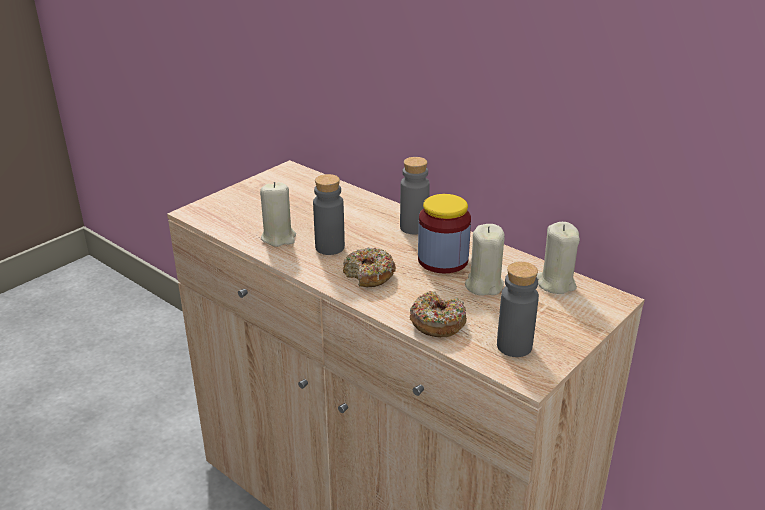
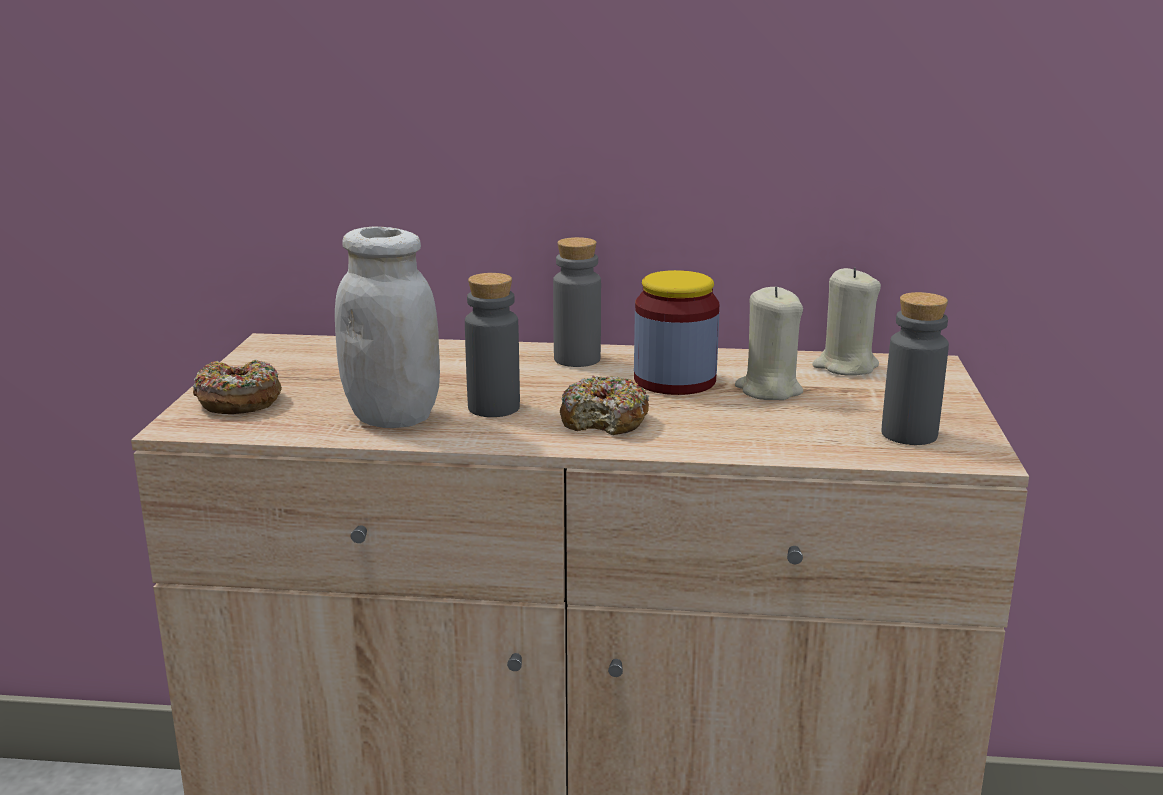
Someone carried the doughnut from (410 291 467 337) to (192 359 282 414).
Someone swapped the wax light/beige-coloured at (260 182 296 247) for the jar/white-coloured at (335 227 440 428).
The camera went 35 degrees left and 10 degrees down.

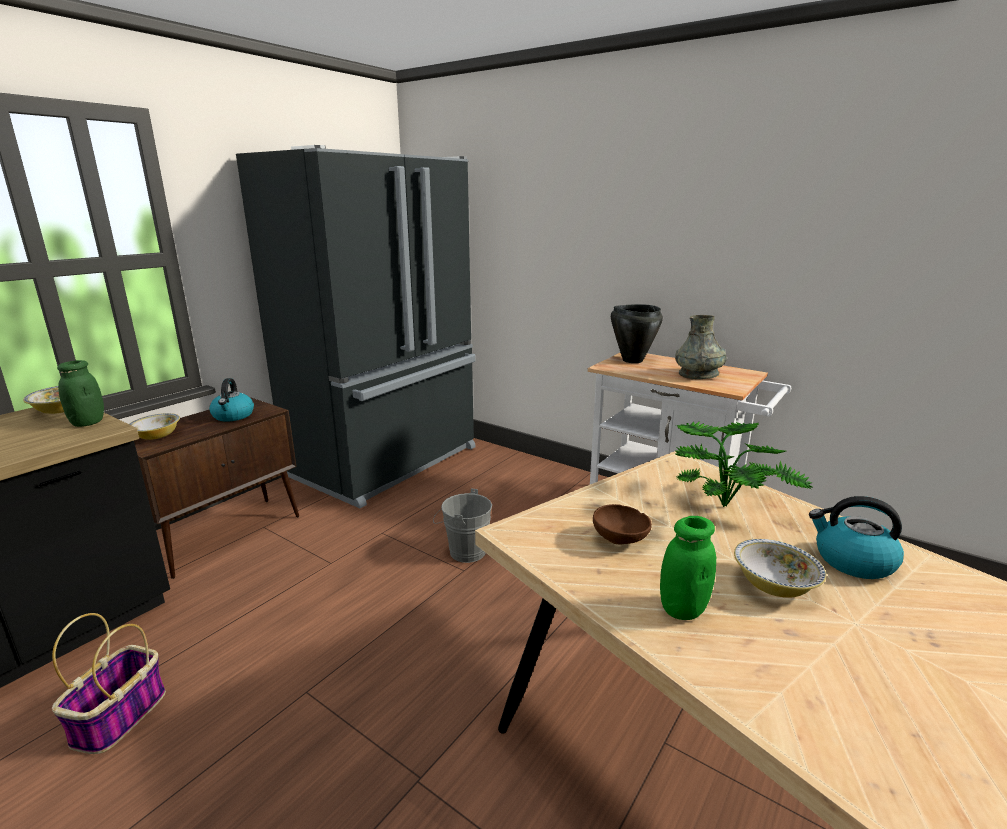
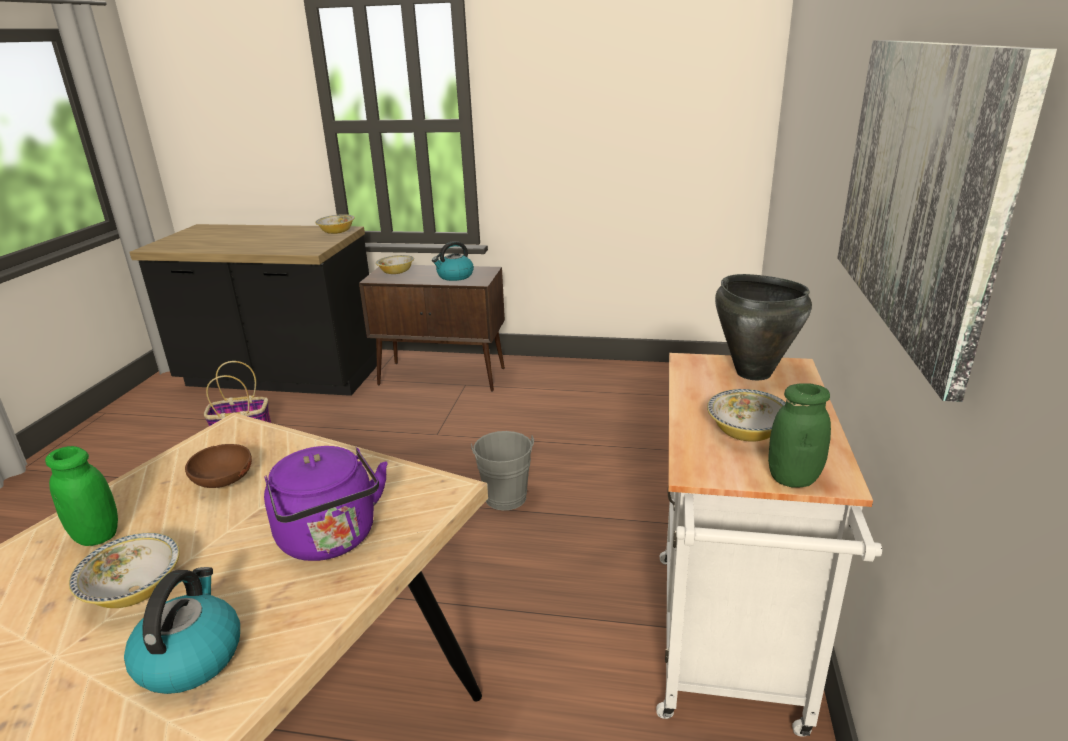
Someone swapped the plant in a pot at (674 422 812 507) for the water kettle/purple-coloured at (264 446 388 561).
Someone swapped the vase/greyish at (675 315 726 379) for the deep dish at (707 389 786 442).
Someone carried the jar/green-coloured from (57 360 104 427) to (768 383 831 488).
Someone put up the picture at (837 40 1057 402).
Someone took away the fridge/black-coloured at (236 145 476 508).
The camera went 65 degrees right and 5 degrees up.

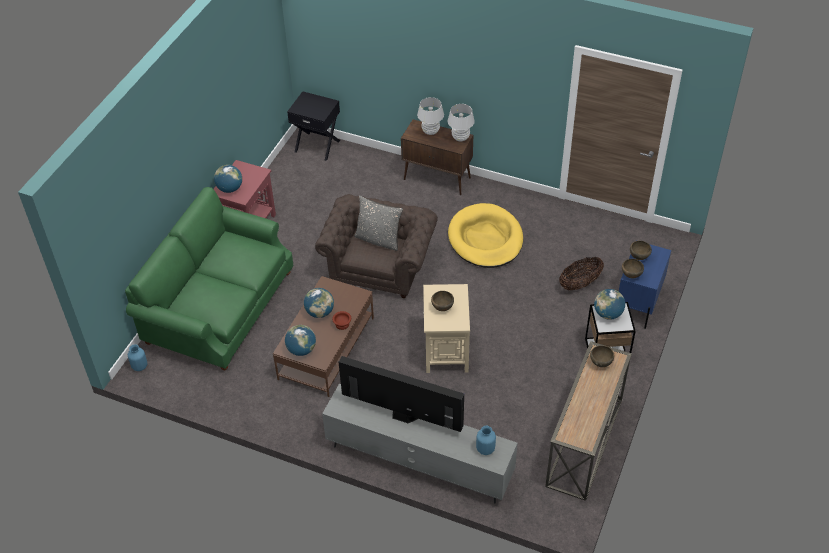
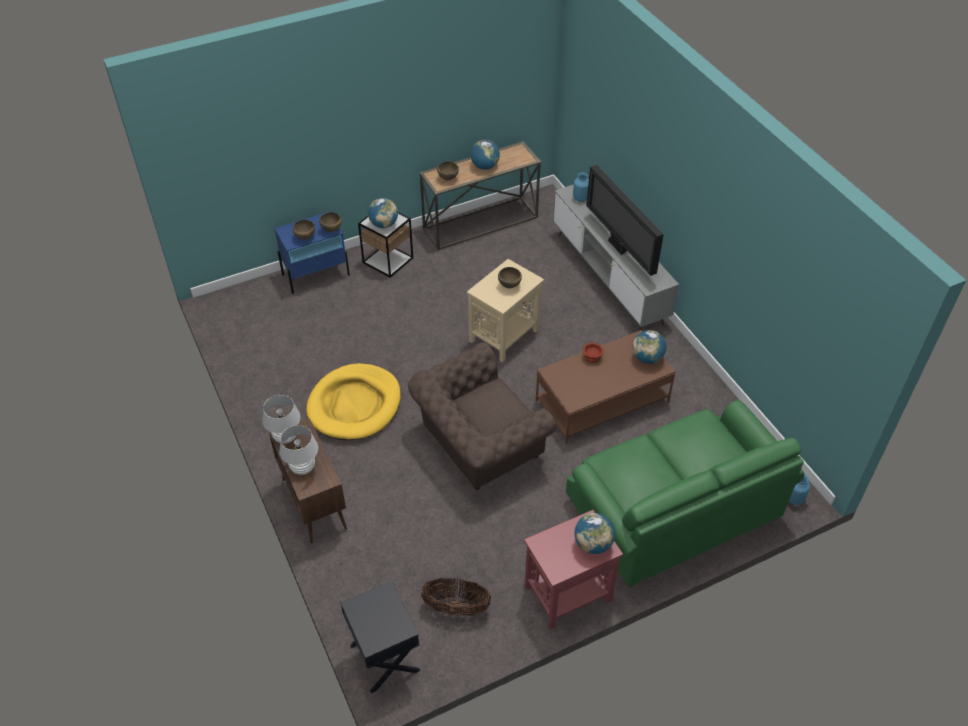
Someone carried the storage basket from (559 257 604 290) to (421 578 491 616).
Someone carried the globe from (304 288 334 318) to (471 140 500 169).
Someone took away the throw pillow/greyish at (355 195 403 251).
The camera went 140 degrees left and 0 degrees up.

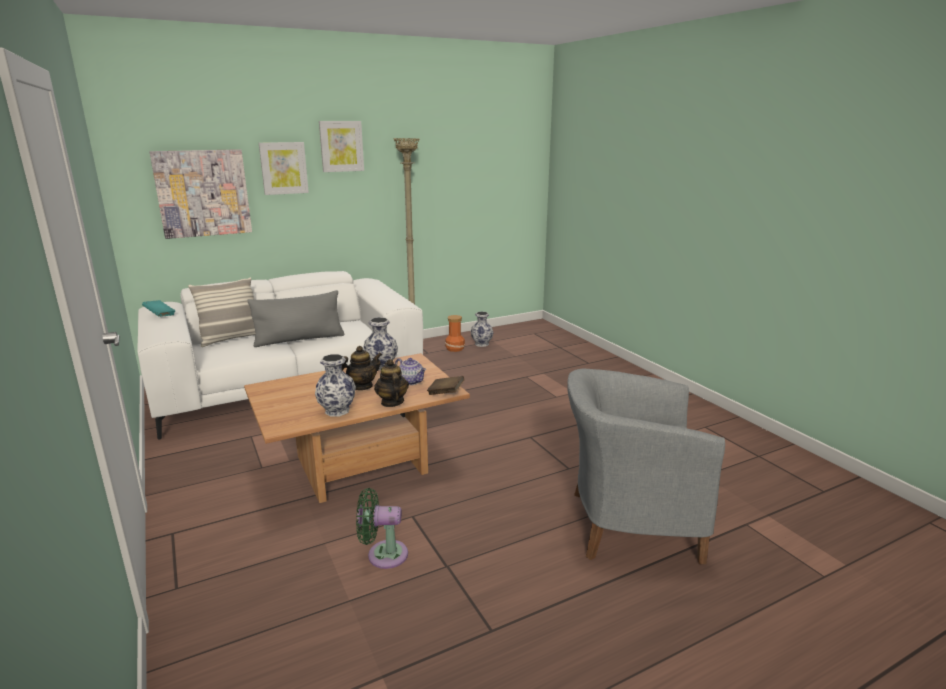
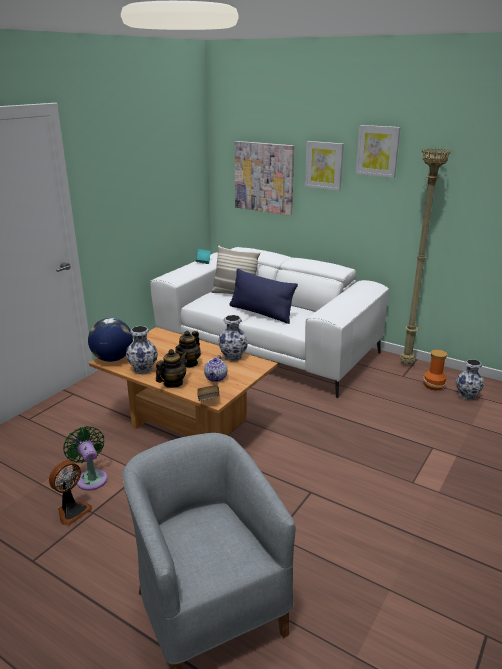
Someone put down the fan at (49 460 92 526).
Someone put down the globe at (88 318 133 362).
Someone rotated the teapot at (342 346 382 390) by 90 degrees clockwise.
Someone repainted the throw pillow/greyish at (247 290 344 347), which became the throw pillow/blue-coloured at (229 268 298 324).
The camera went 60 degrees right and 5 degrees up.

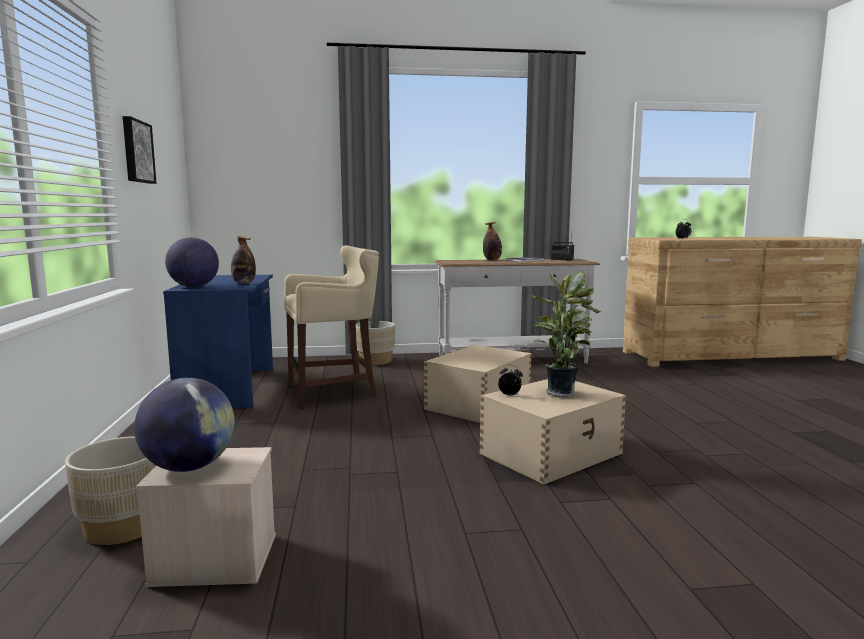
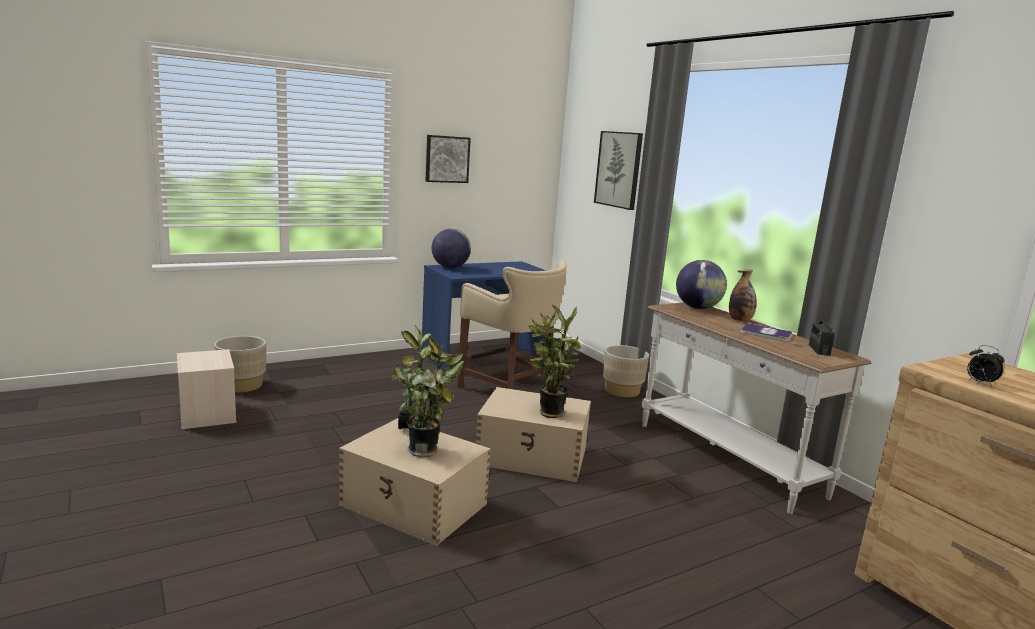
Someone put down the plant in a pot at (529 304 581 418).
Someone put up the picture at (594 131 643 210).
Someone carried the globe from (134 378 235 472) to (676 260 727 309).
Someone took away the drink bottle at (231 236 256 284).
The camera went 65 degrees right and 5 degrees up.

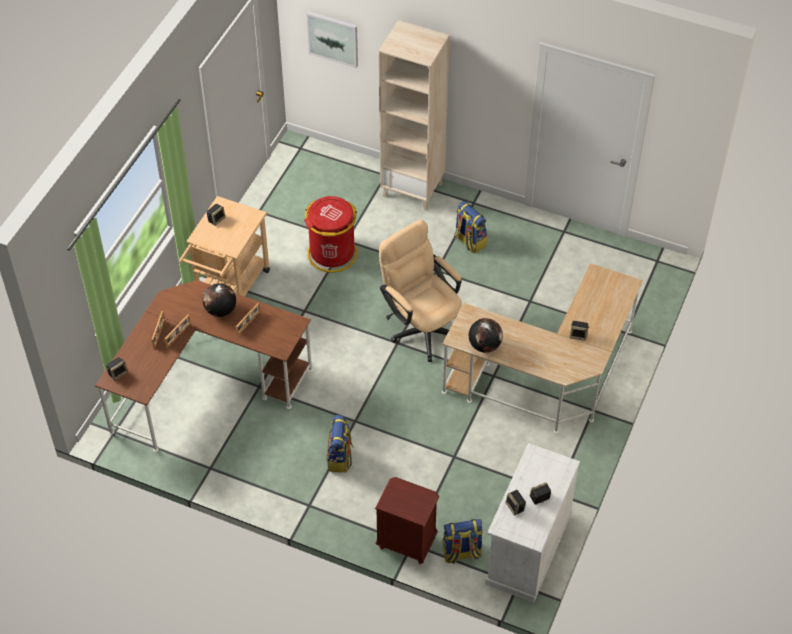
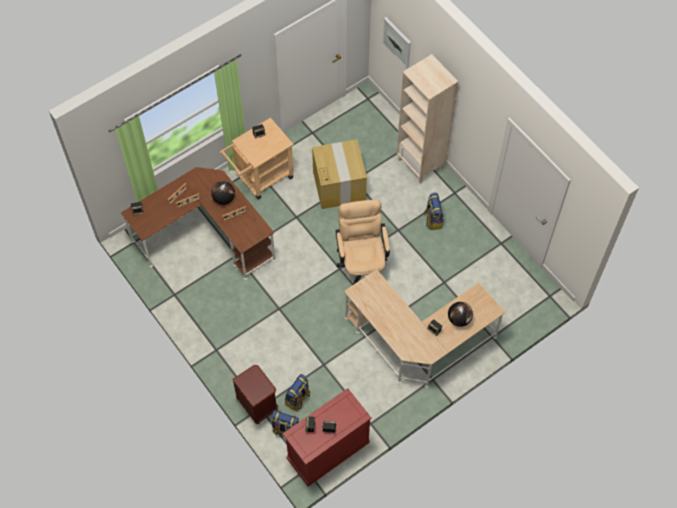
Someone repainted the cupboard/white-coloured at (485 443 580 603), which became the cupboard/reddish at (283 388 372 487).
Someone carried the backpack from (326 415 354 472) to (285 374 310 411).
Someone swapped the trash can/reddish at (304 196 357 273) for the packing box at (312 139 367 209).
Someone carried the globe from (469 318 503 353) to (448 302 473 327).
The camera went 30 degrees right and 10 degrees up.

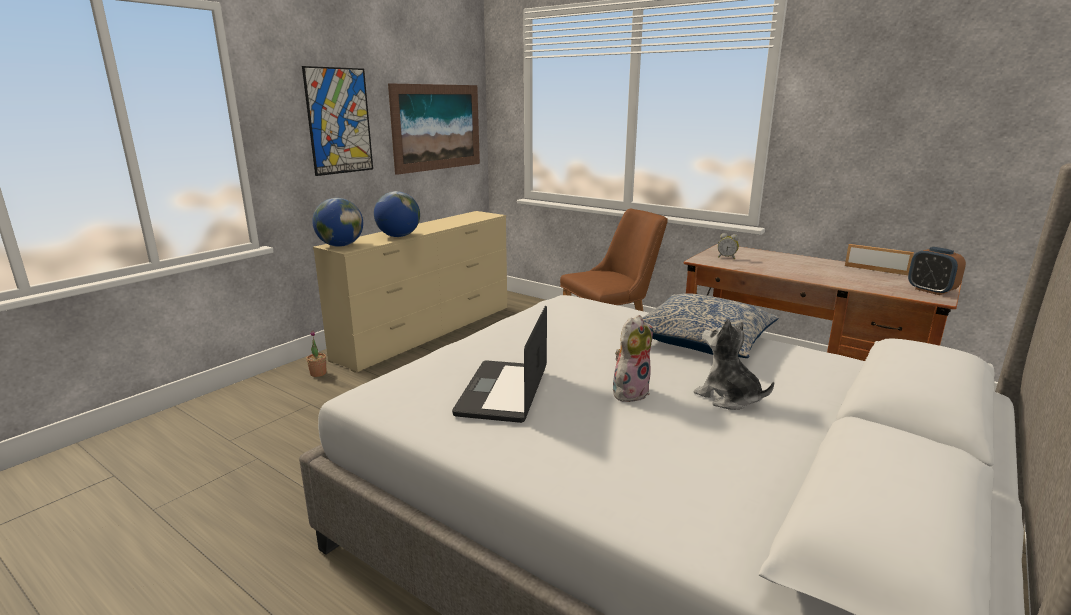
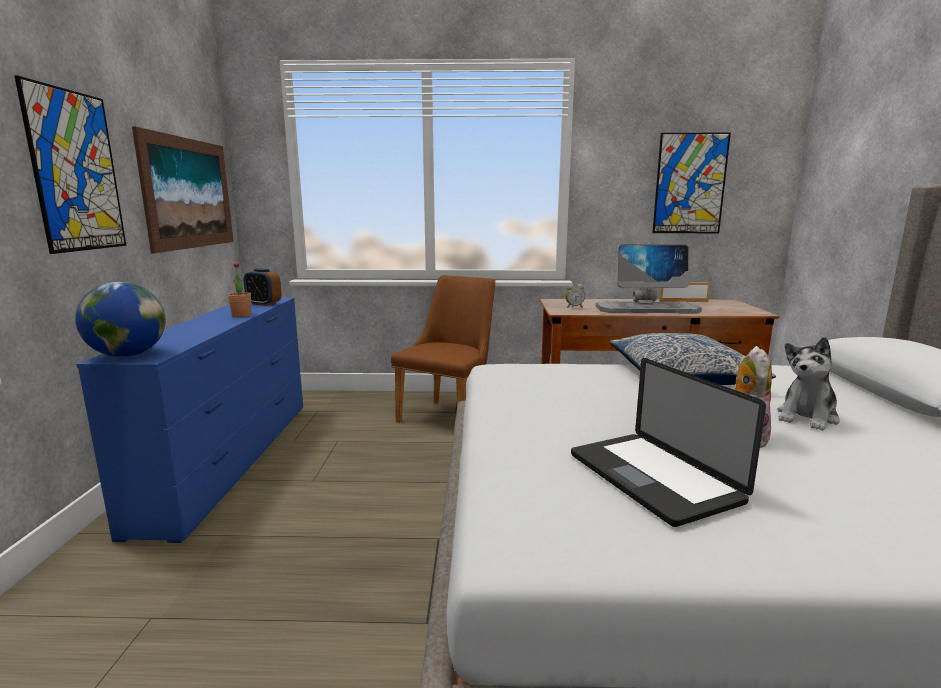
Someone repainted the chest of drawers/beige-coloured at (313 211 507 373), which became the chest of drawers/blue-coloured at (76 298 303 543).
Someone carried the plant in a pot from (306 331 327 377) to (228 261 251 317).
Someone carried the bedside clock from (908 247 966 295) to (244 268 282 306).
Someone put down the computer display at (596 245 702 314).
Someone put up the picture at (652 133 731 233).
Someone rotated the soft toy at (694 319 774 410) by 60 degrees counterclockwise.
Someone took away the globe at (374 191 420 237).
The camera went 35 degrees left and 5 degrees down.

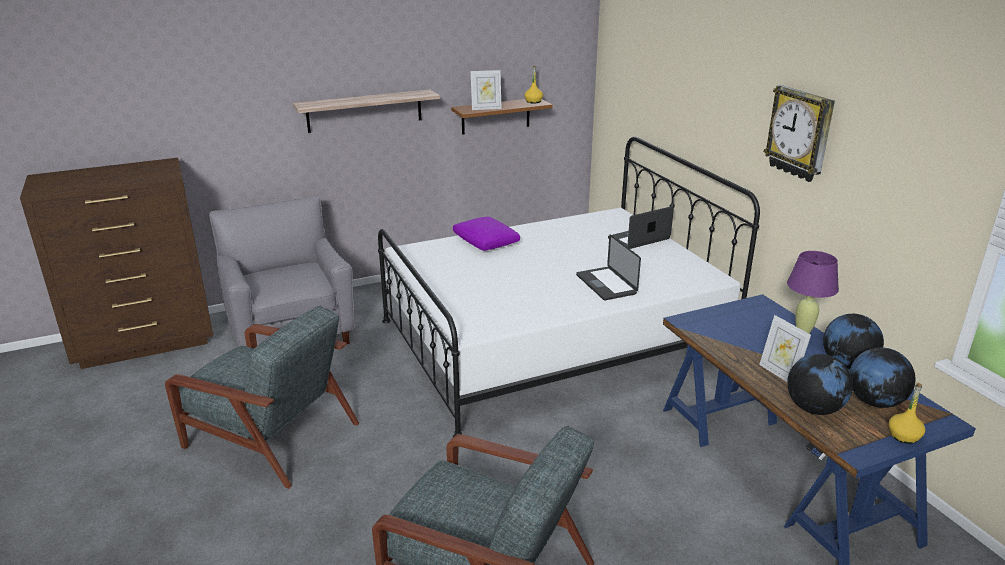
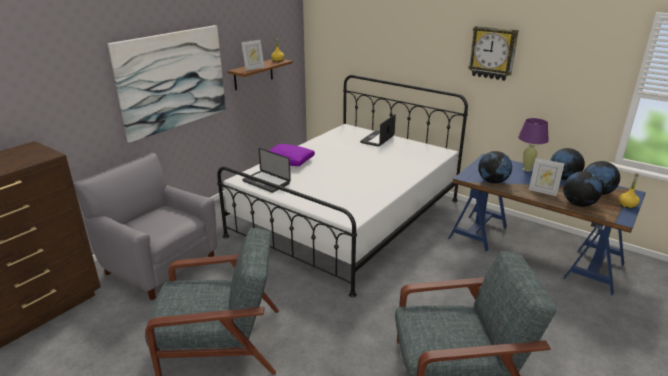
Someone swapped the bracket shelf at (293 90 440 133) for the picture at (108 25 226 143).
Someone carried the notebook computer from (576 234 641 300) to (242 148 291 193).
Someone put down the globe at (478 151 512 184).
The camera went 30 degrees left and 0 degrees up.

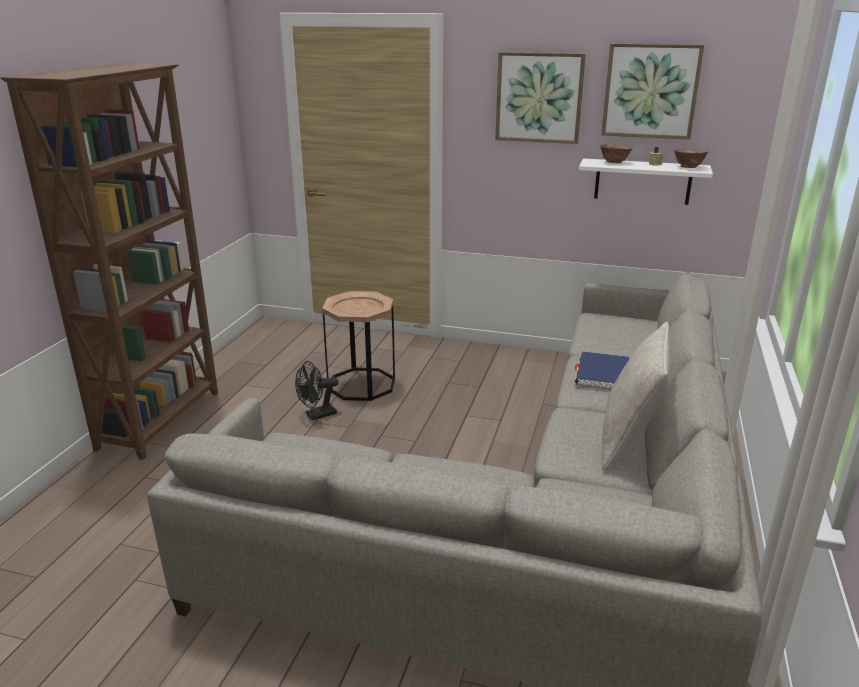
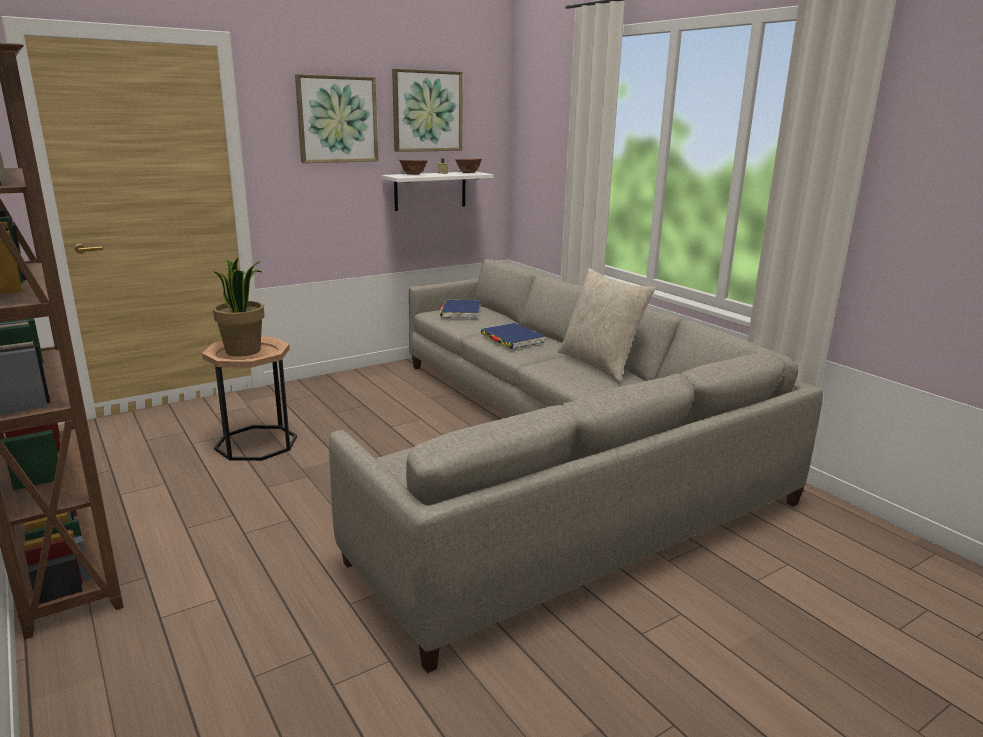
Someone put down the plant in a pot at (212 258 265 357).
Someone put down the bound book/blue-coloured at (440 300 481 319).
Someone took away the fan/black-coloured at (295 361 339 421).
The camera went 50 degrees left and 5 degrees down.

